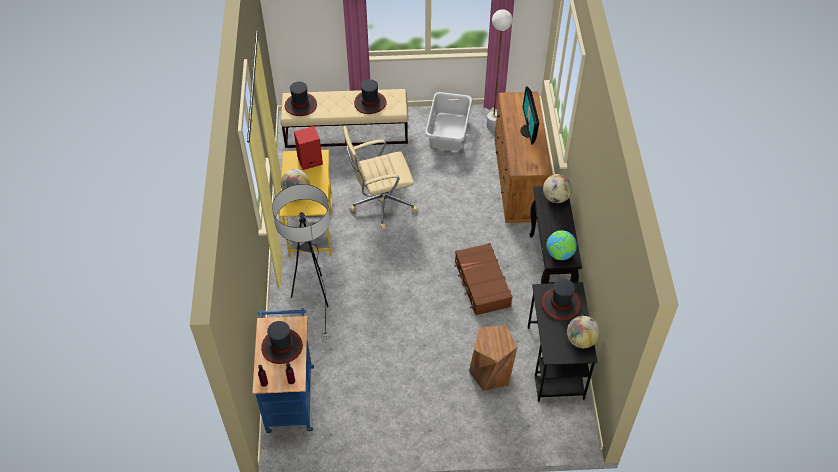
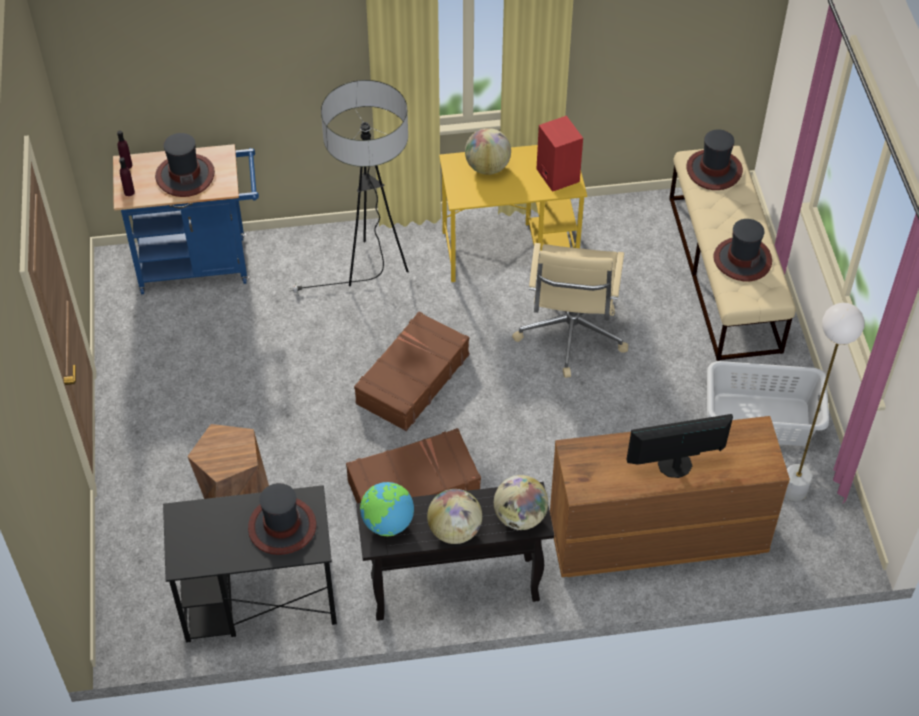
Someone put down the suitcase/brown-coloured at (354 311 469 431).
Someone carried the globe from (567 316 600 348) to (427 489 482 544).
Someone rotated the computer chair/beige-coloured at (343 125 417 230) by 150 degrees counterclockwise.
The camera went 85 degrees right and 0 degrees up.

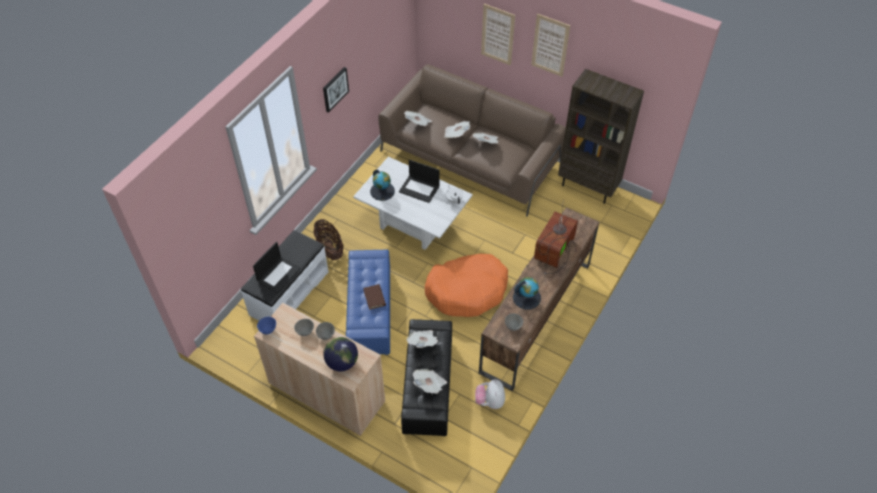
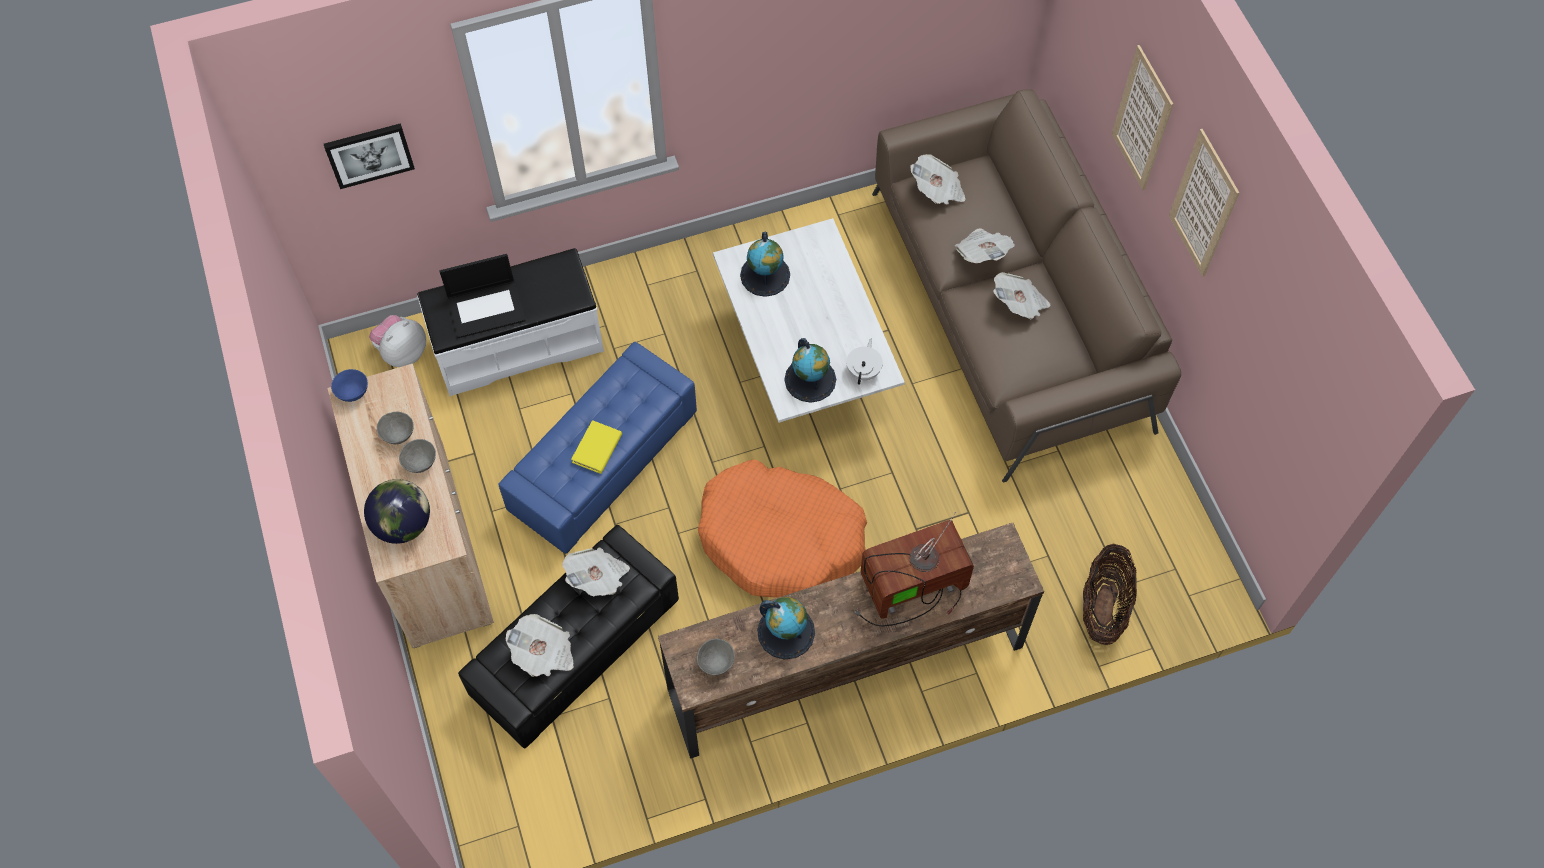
Someone carried the picture from (323 67 349 113) to (324 123 415 189).
Someone carried the soft toy from (475 379 505 409) to (369 315 426 367).
Someone repainted the bound book/brown-coloured at (363 284 386 310), which became the bound book/yellow at (571 420 622 474).
Someone put down the globe at (784 338 836 403).
Someone carried the storage basket from (314 219 344 260) to (1083 544 1137 645).
Someone took away the notebook computer at (399 160 439 203).
Someone took away the bookcase/brown-coloured at (558 69 644 204).
The camera went 40 degrees right and 10 degrees up.

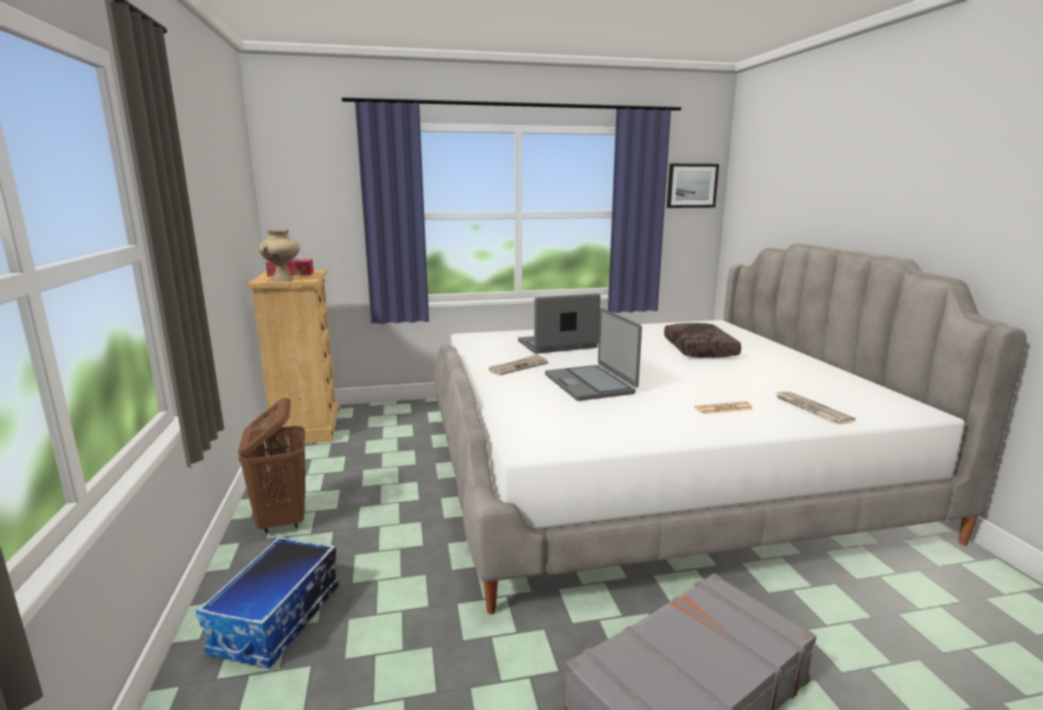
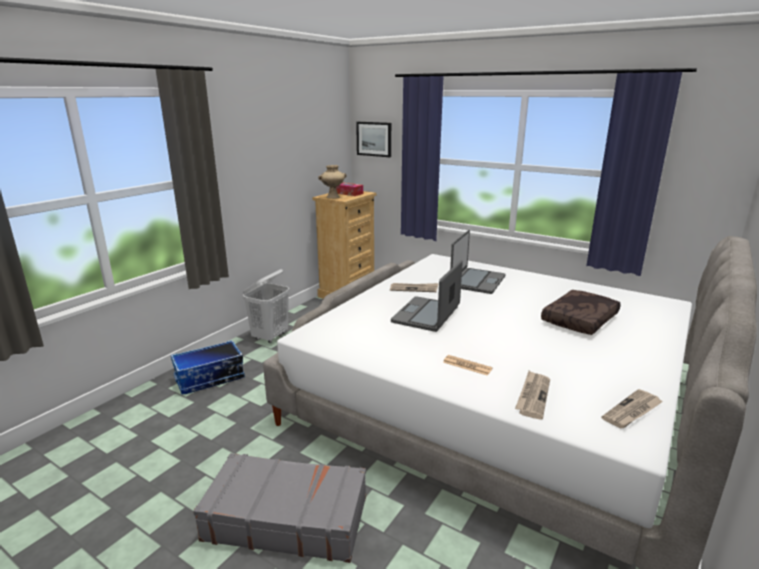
Someone repainted the hamper/brown-coloured at (238 398 305 533), which became the hamper/white-coloured at (243 269 289 343).
Someone carried the picture from (667 164 719 208) to (356 122 391 157).
Someone rotated the notebook computer at (518 293 600 354) by 90 degrees clockwise.
Someone put down the daily paper at (602 389 663 428).
The camera went 45 degrees right and 5 degrees up.

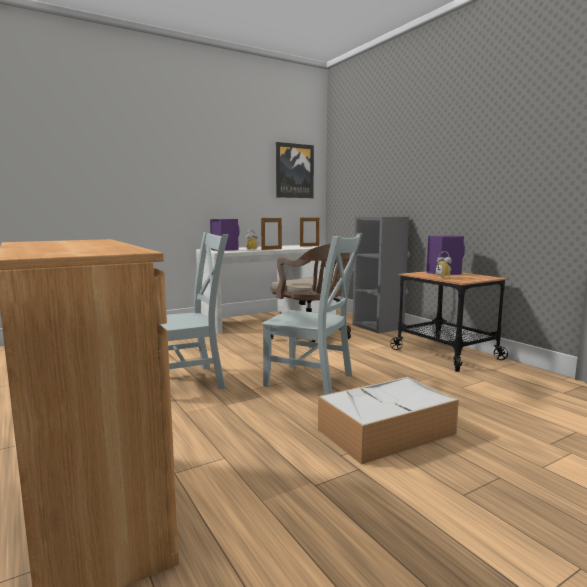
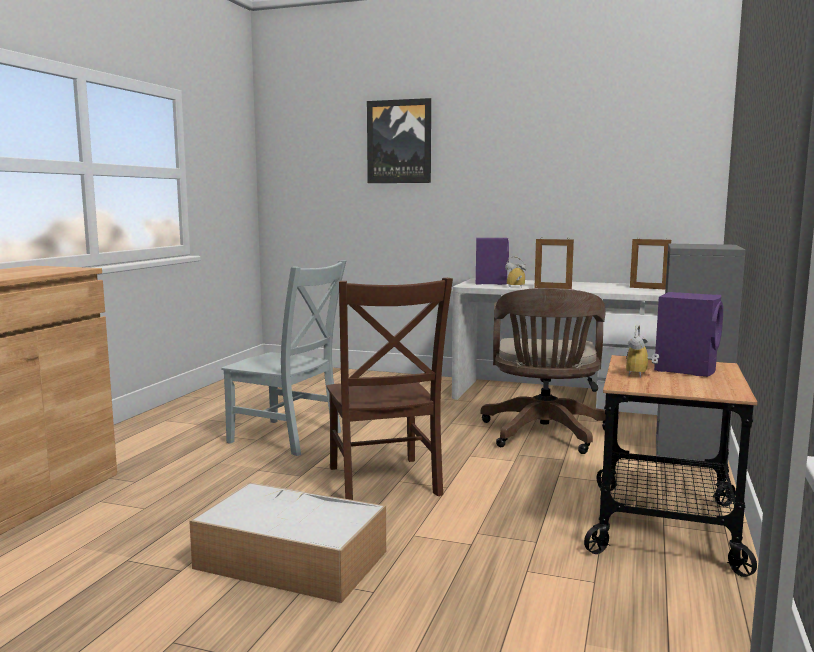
Someone repainted the plain chair/greyish at (261 233 363 395), which became the plain chair/brown-coloured at (326 278 453 500).
Someone carried the picture from (276 142 314 198) to (367 98 431 183).
The camera went 50 degrees right and 0 degrees up.

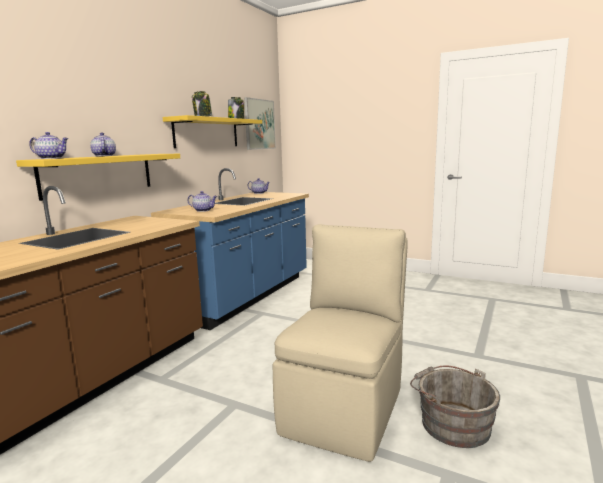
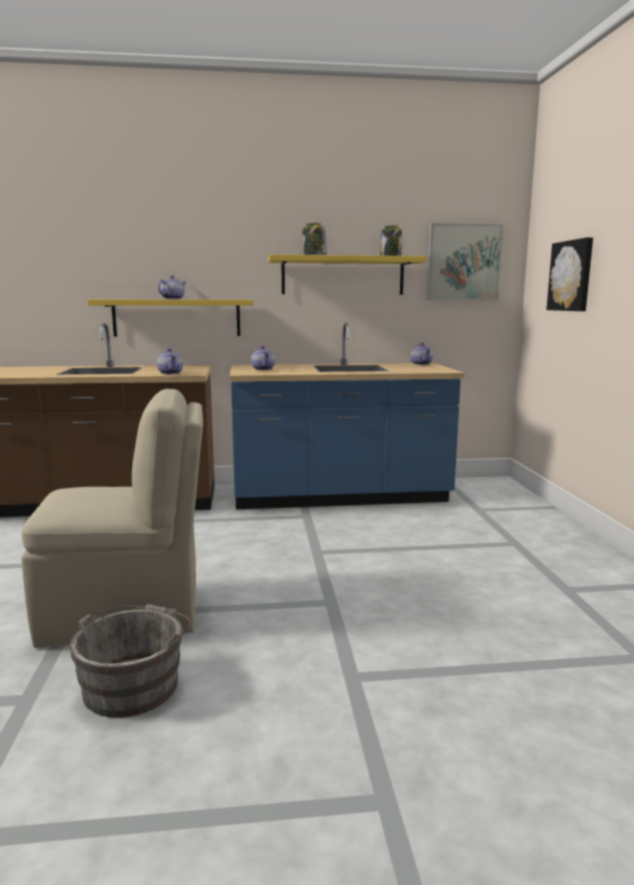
Someone carried the teapot from (29 132 69 159) to (157 348 183 375).
Someone put up the picture at (546 237 593 311).
The camera went 55 degrees right and 0 degrees up.

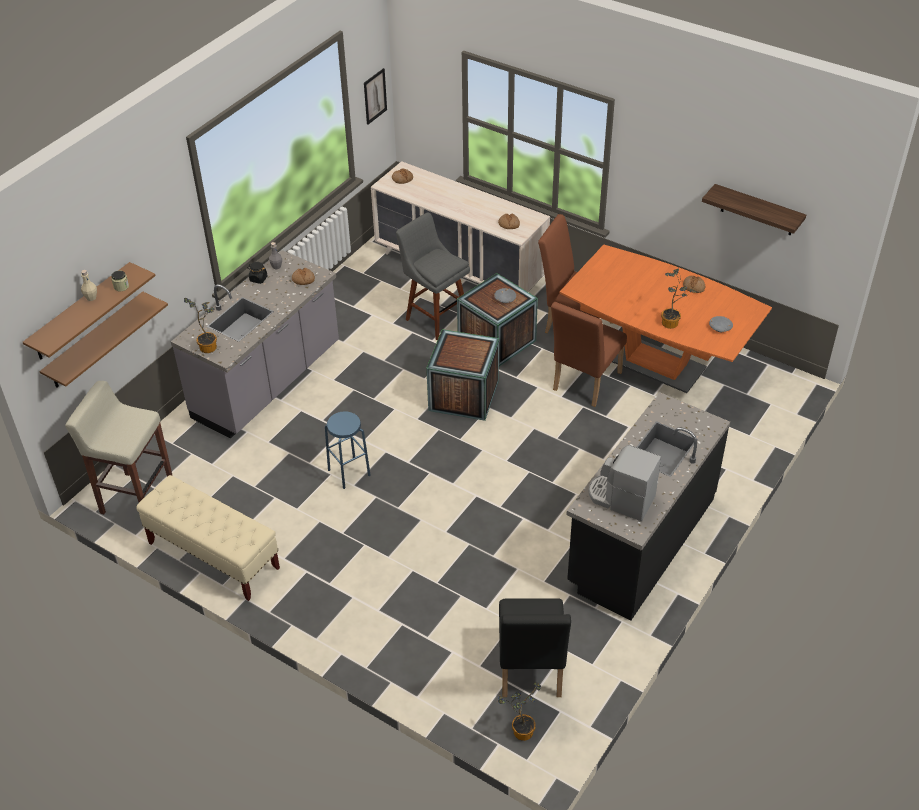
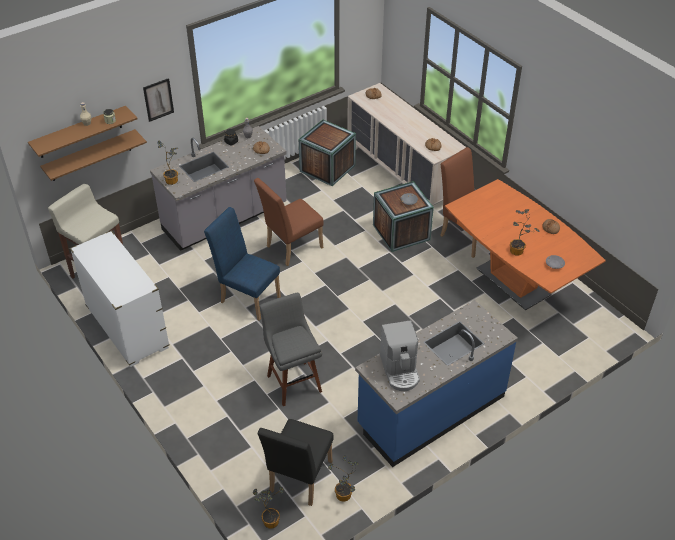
Someone swapped the bench/beige-coloured at (136 475 280 601) for the chest of drawers/white-coloured at (70 230 170 367).
Someone carried the picture from (364 68 387 125) to (143 78 174 122).
Someone swapped the sitting stool/blue-coloured at (325 411 371 489) for the plain chair/blue-coloured at (204 207 281 321).
Someone carried the plain chair/brown-coloured from (551 302 627 407) to (254 178 324 266).
Someone carried the sitting stool/greyish from (396 212 470 341) to (260 293 322 406).
Someone carried the crate from (426 329 499 421) to (299 120 356 186).
Someone put down the plant in a pot at (328 455 359 502).
Someone repainted the kitchen base unit/black-coloured at (566 392 730 620), which became the kitchen base unit/blue-coloured at (355 300 518 467).
Someone rotated the coffee brewer at (588 445 661 521) by 150 degrees counterclockwise.
Someone took away the bracket shelf at (702 184 806 236).
The camera went 20 degrees right and 0 degrees up.

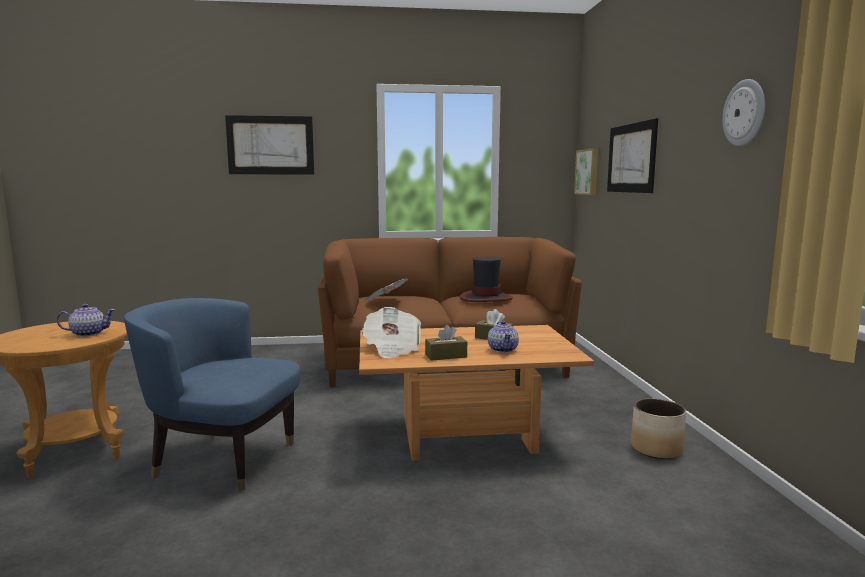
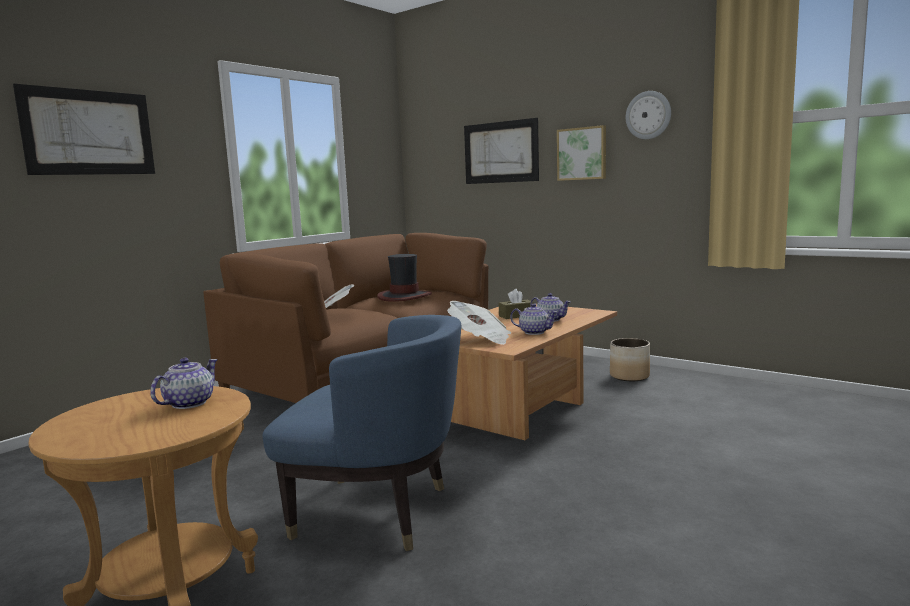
Someone rotated the lounge chair/blue-coloured at (124 298 301 491) by 135 degrees counterclockwise.
Someone swapped the box of tissues/brown-coloured at (425 325 467 361) for the teapot at (510 303 558 335).
Someone carried the picture from (574 148 598 195) to (557 125 606 181).
The camera went 45 degrees left and 0 degrees up.

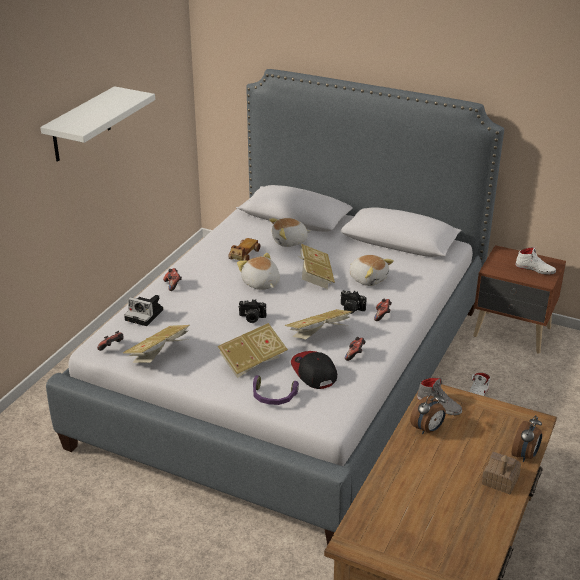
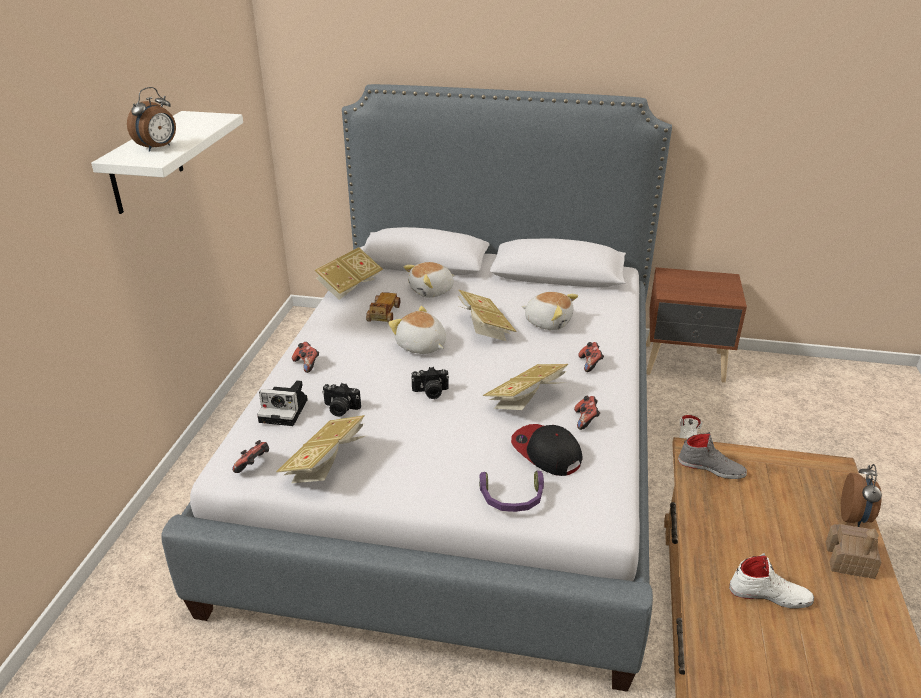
Someone carried the bedside clock from (410 391 446 434) to (127 87 176 152).
Someone carried the bound book from (218 323 288 378) to (315 247 383 300).
Someone carried the still camera from (340 290 366 314) to (322 383 361 417).
Someone carried the item of footwear/white-coloured from (515 247 556 275) to (729 553 814 609).
The camera went 15 degrees left and 0 degrees up.

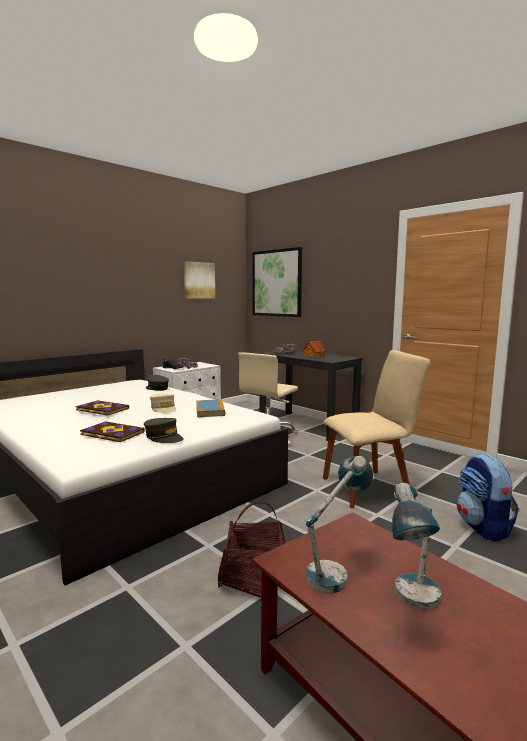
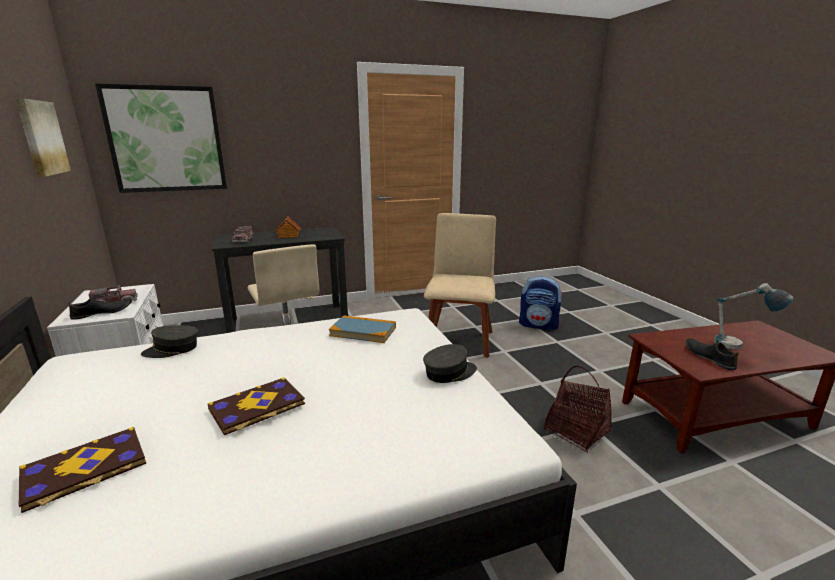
Someone carried the bound book from (80 421 145 442) to (19 427 146 513).
Someone swapped the tabletop lamp at (306 456 373 594) for the item of footwear/black-coloured at (686 338 739 370).
Someone took away the baseball cap/beige-coloured at (150 393 176 413).
The camera went 65 degrees left and 10 degrees up.

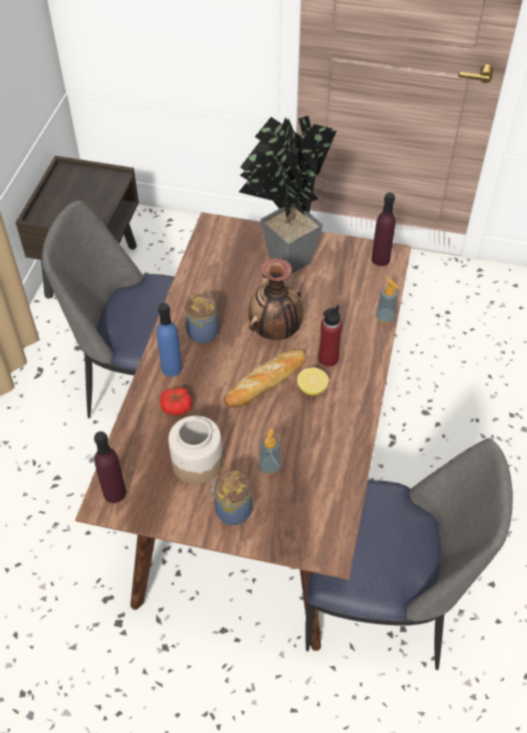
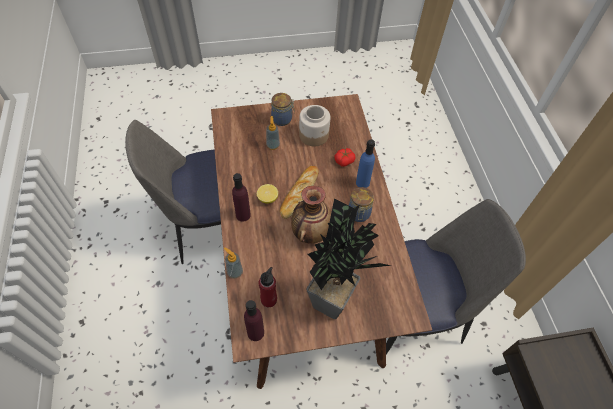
Someone carried the drink bottle/purple-coloured from (94 431 126 503) to (232 173 251 222).
Someone carried the drink bottle/reddish from (318 305 342 367) to (259 267 277 307).
The camera went 155 degrees right and 5 degrees up.

